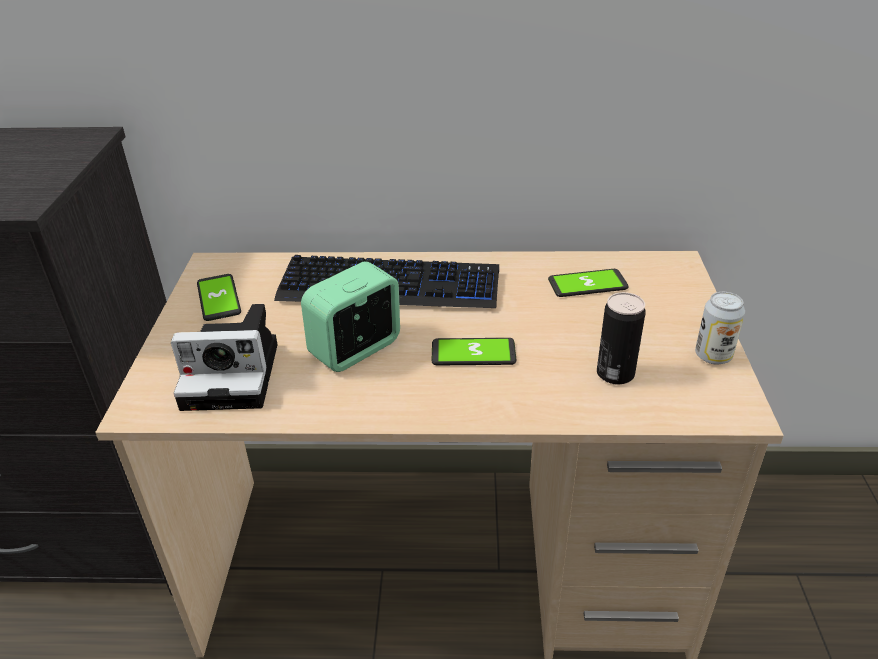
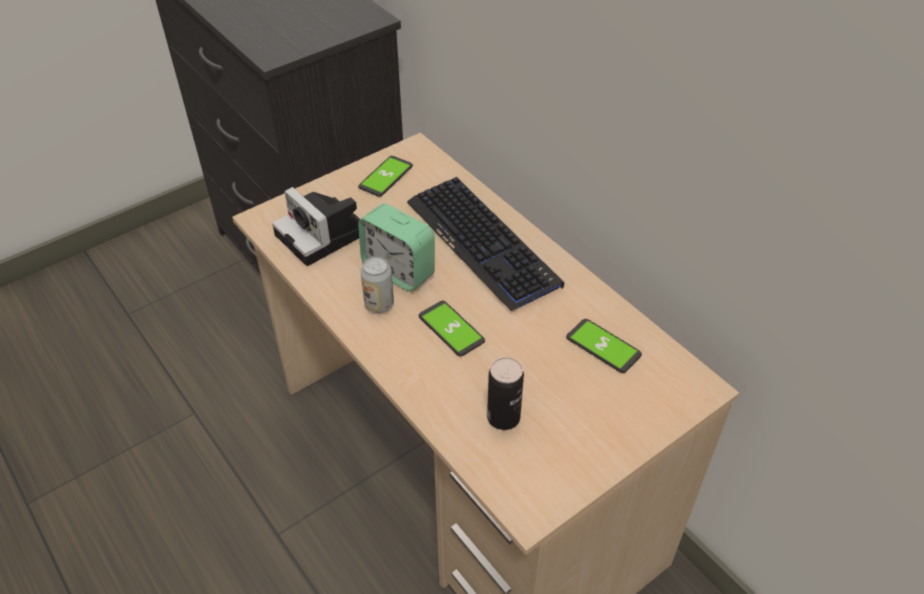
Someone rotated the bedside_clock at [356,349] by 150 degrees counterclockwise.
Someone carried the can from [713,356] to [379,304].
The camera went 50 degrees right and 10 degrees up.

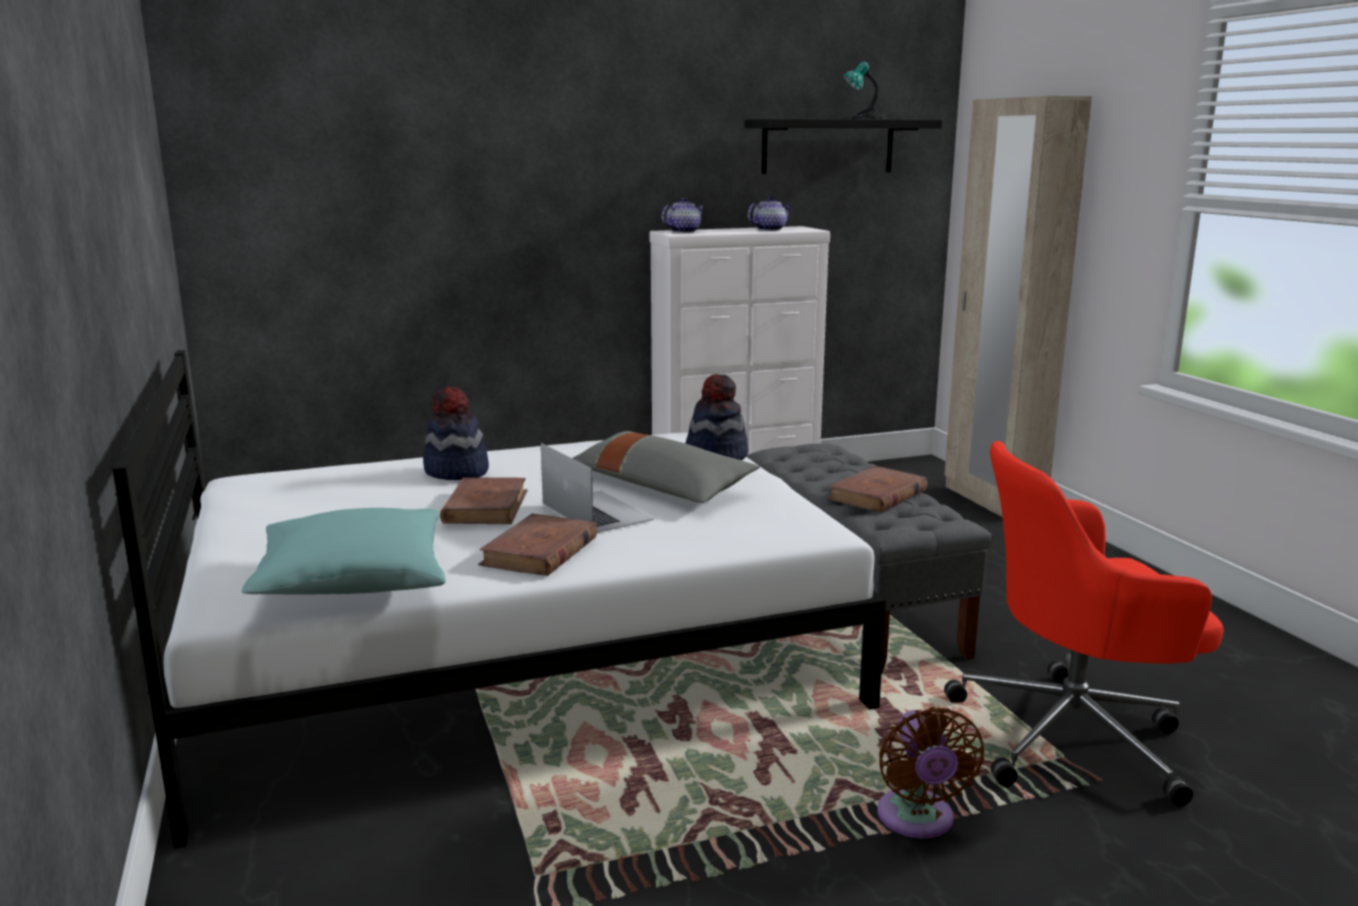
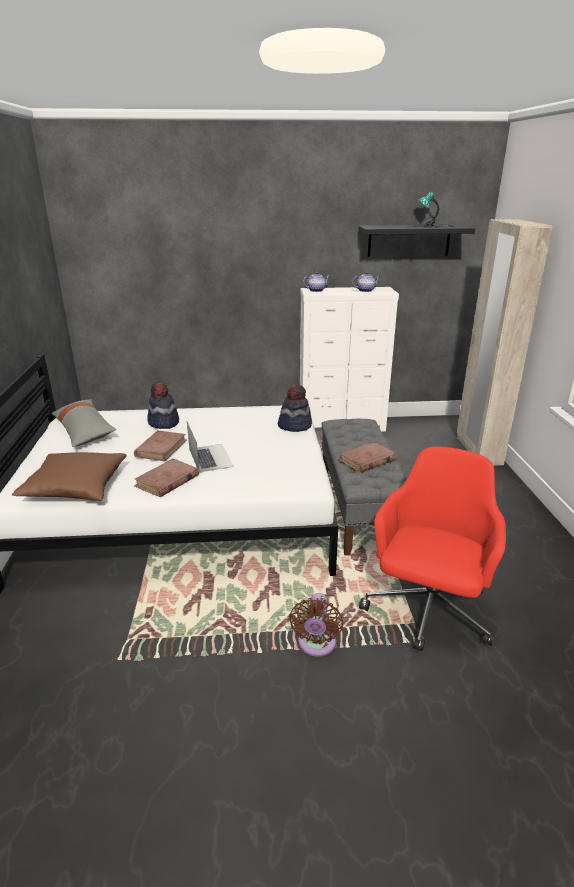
Someone repainted the turquoise_cushion at [353,581], which became the brownish_cushion at [76,488].
Someone carried the greyish_cushion from [661,485] to [84,431].
Someone rotated the reddish_computer_chair at [1074,736] by 105 degrees clockwise.
The camera went 15 degrees right and 10 degrees up.

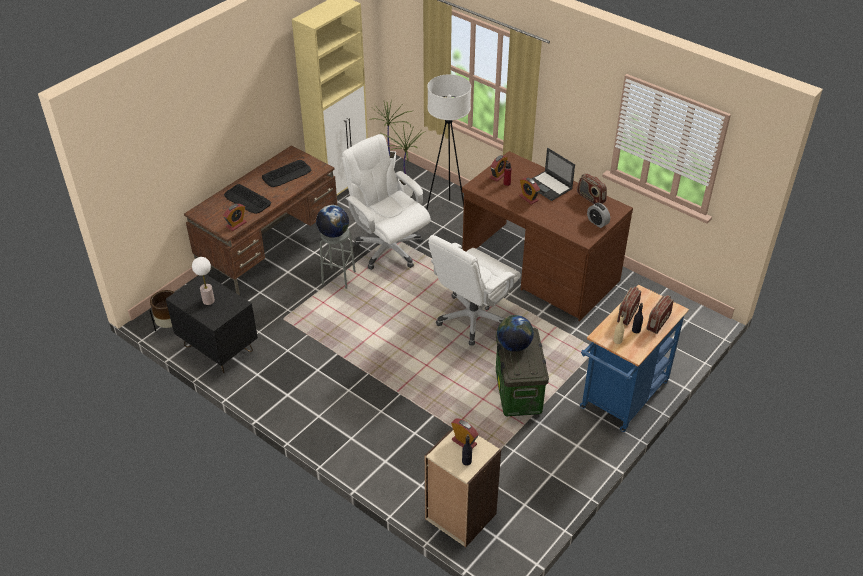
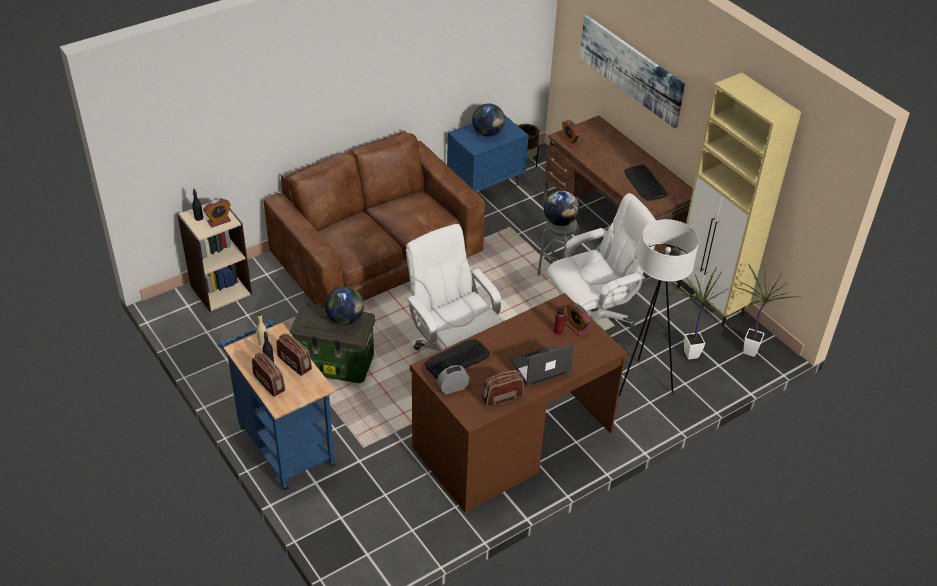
Someone repainted the blackish_night_table at [218,349], which became the bluish_night_table at [485,185].
Someone swapped the table_lamp at [208,300] for the desk_globe at [488,133].
Someone carried the computer_keyboard from [247,199] to [456,360].
Someone took away the bedside_clock at [528,198].
Someone put down the brownish_settee at [376,253].
Someone put up the wall_art at [630,69].
The camera went 105 degrees right and 0 degrees up.

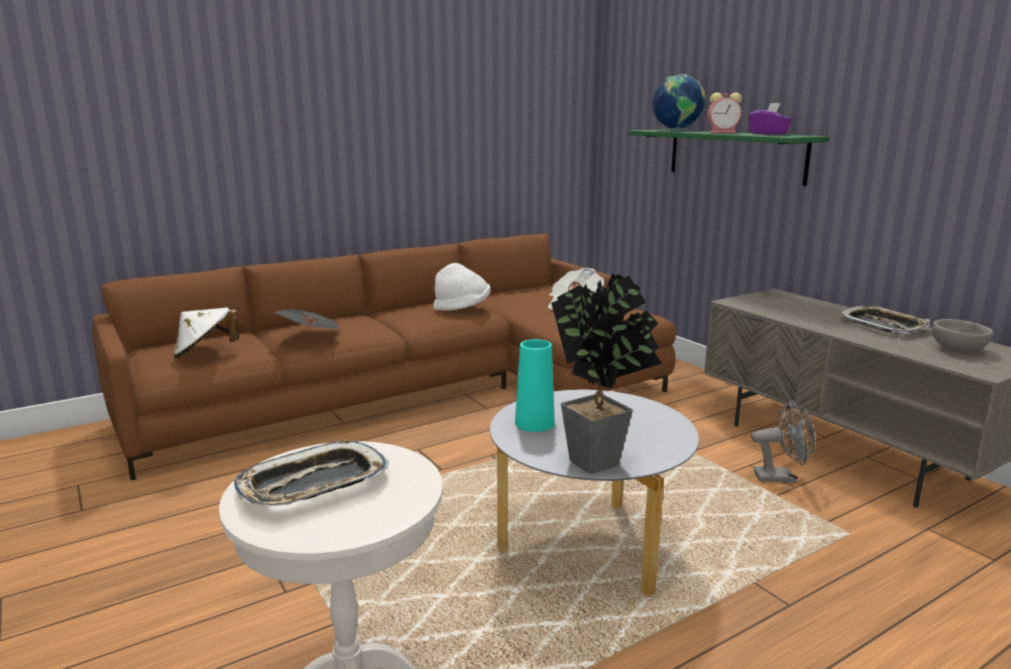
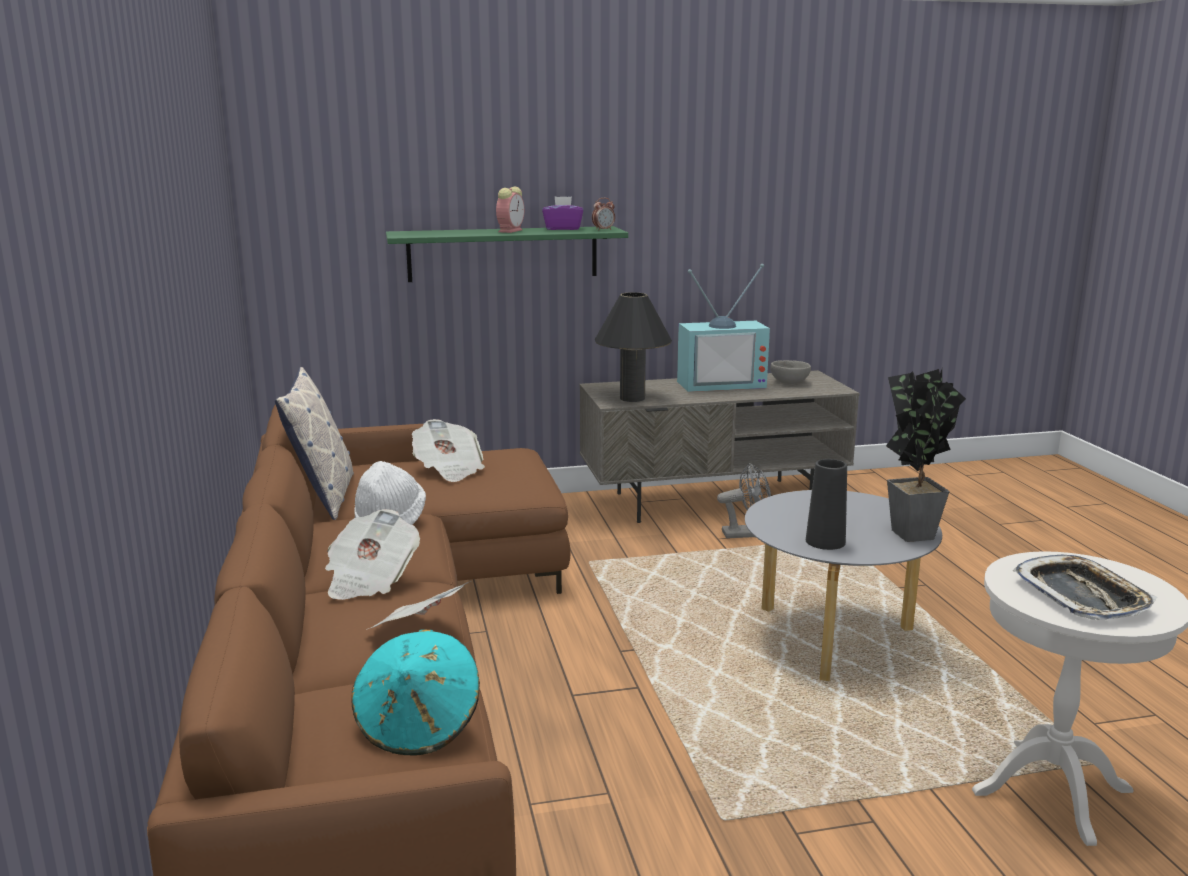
Someone repainted the white_clothing_hat at [205,353], which became the turquoise_clothing_hat at [419,726].
Someone repainted the turquoise_decorative_vase at [534,423], which became the blackish_decorative_vase at [825,541].
Someone took away the desk_globe at [677,130].
Someone rotated the greyish_cooling_fan at [781,477] by 60 degrees clockwise.
Someone swapped the serving_tray at [883,325] for the TV_set at [721,383].
Someone put down the cushion at [323,497].
Someone put down the printed_paper at [370,579].
Someone put down the bedside_clock at [603,230].
Someone put down the blackish_table_lamp at [632,398].
The camera went 70 degrees left and 0 degrees up.

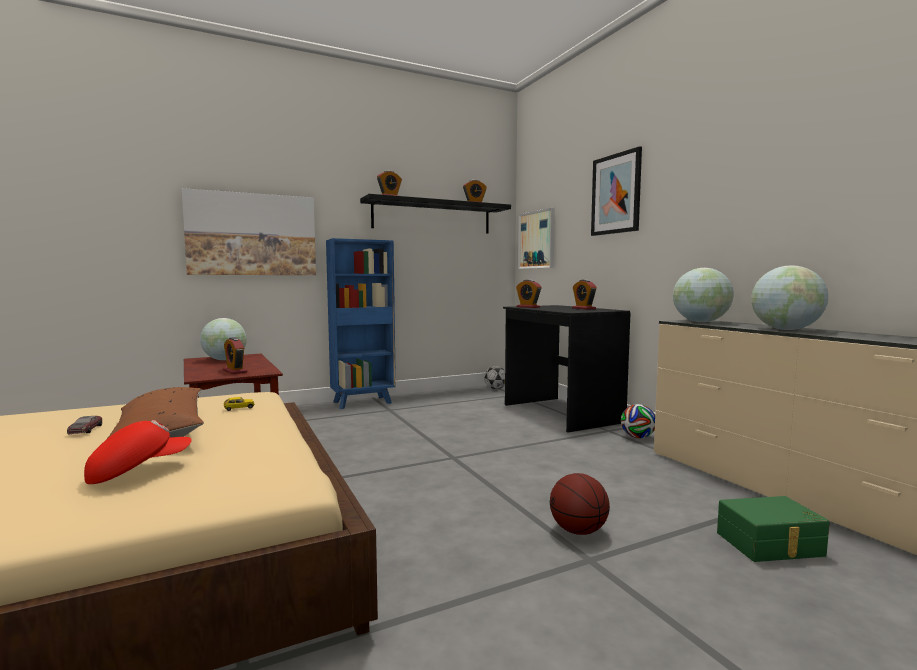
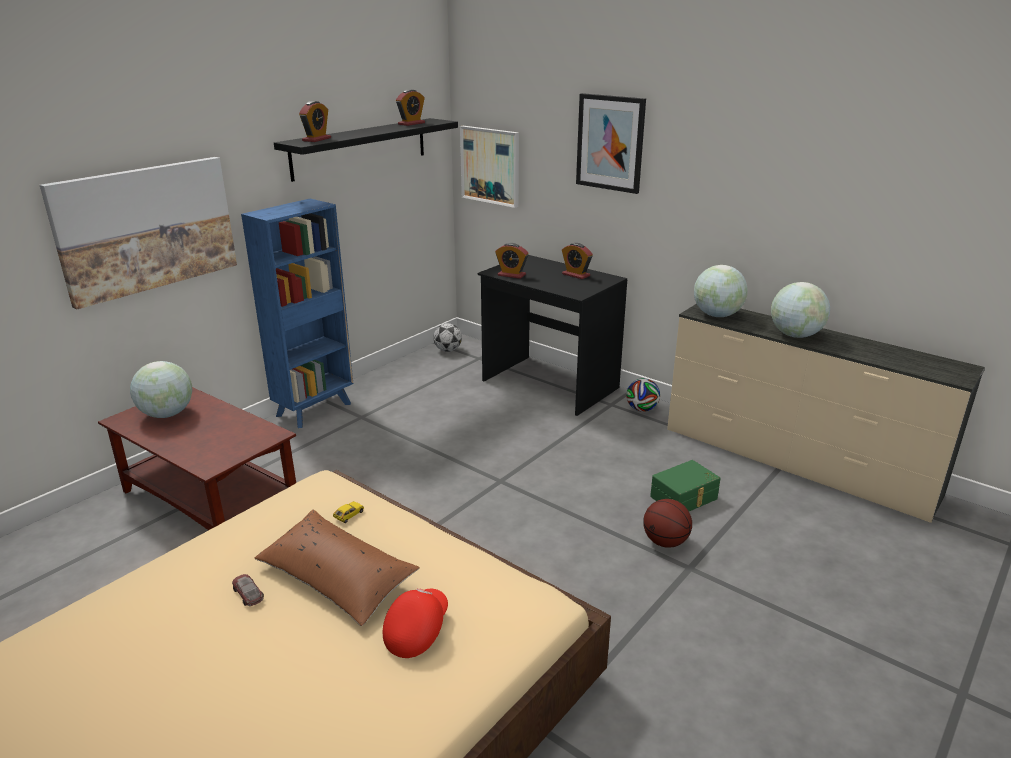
Someone took away the bedside_clock at [235,371].
Someone carried the green-coloured_storage_bin from [771,545] to [685,498].
The camera went 25 degrees left and 20 degrees up.

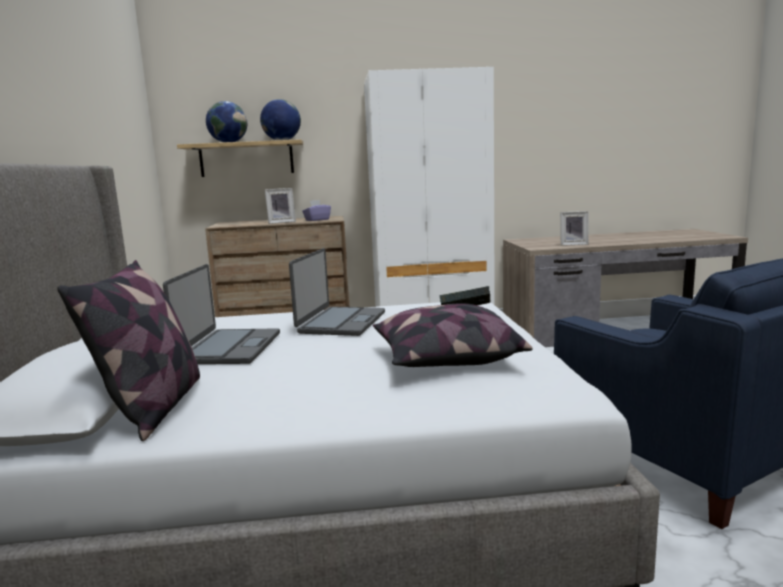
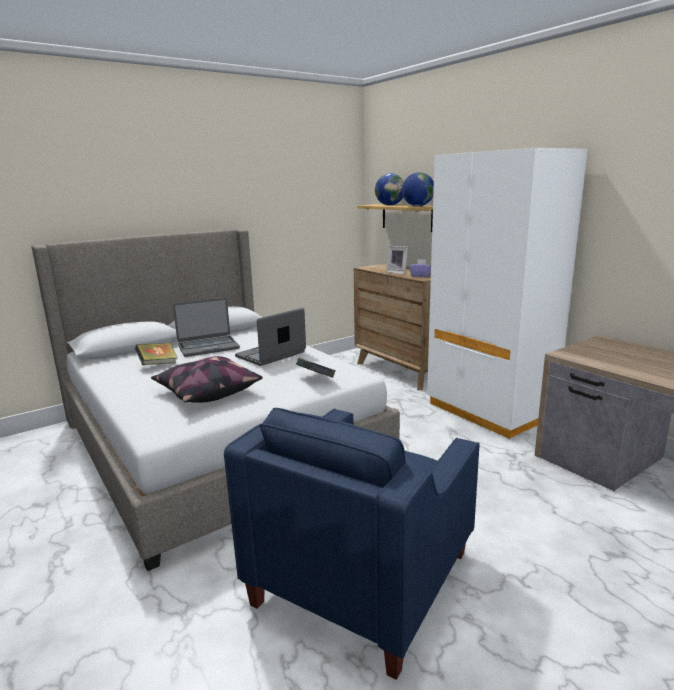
Someone took away the cushion at [154,407].
Someone rotated the laptop at [341,322] by 150 degrees clockwise.
Someone took away the picture_frame at [573,244].
Someone put down the bound_book at [158,364].
The camera went 60 degrees right and 5 degrees up.

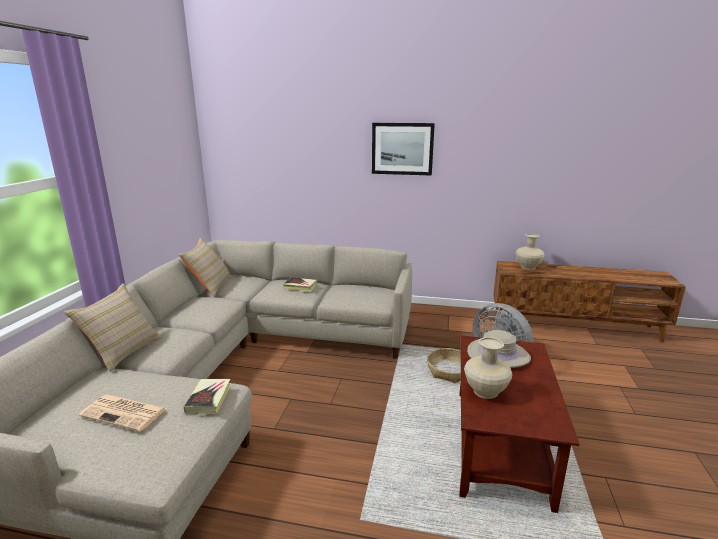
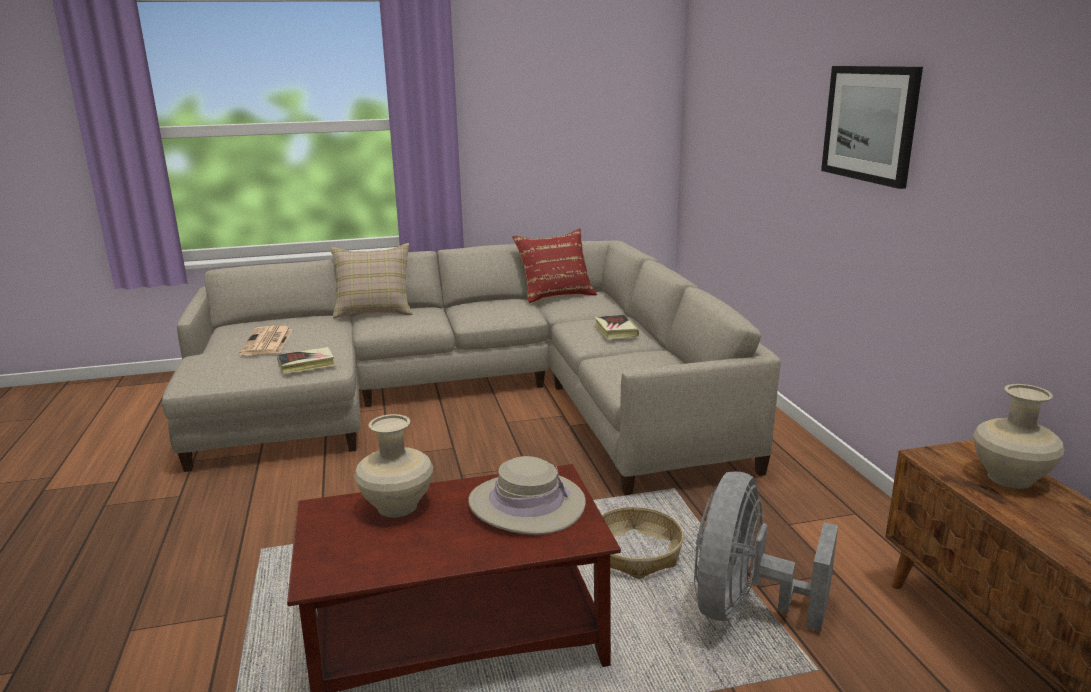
Someone repainted the sand-coloured_cushion at [210,286], which became the reddish_cushion at [555,294].
The camera went 65 degrees right and 0 degrees up.

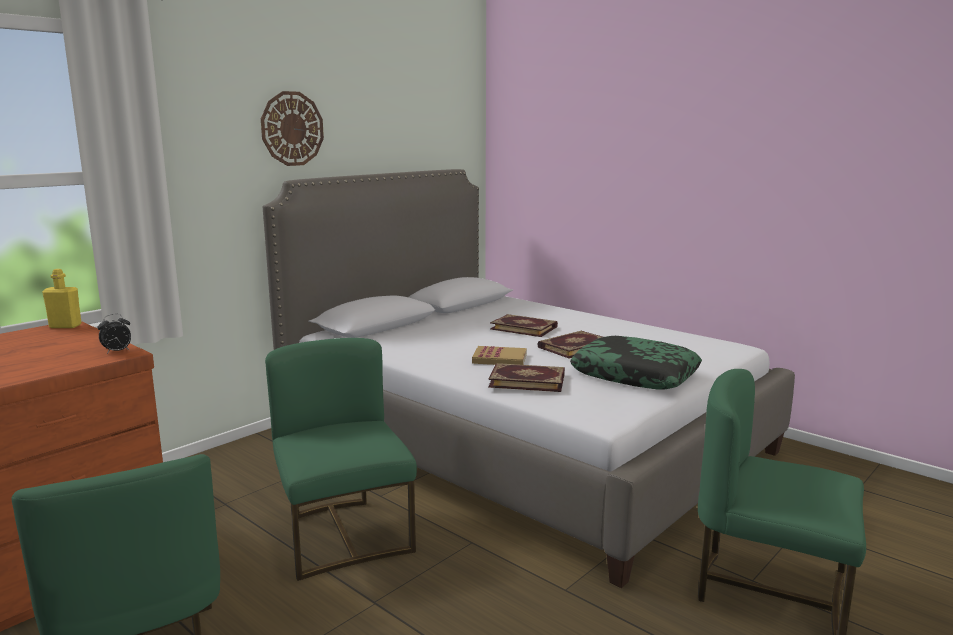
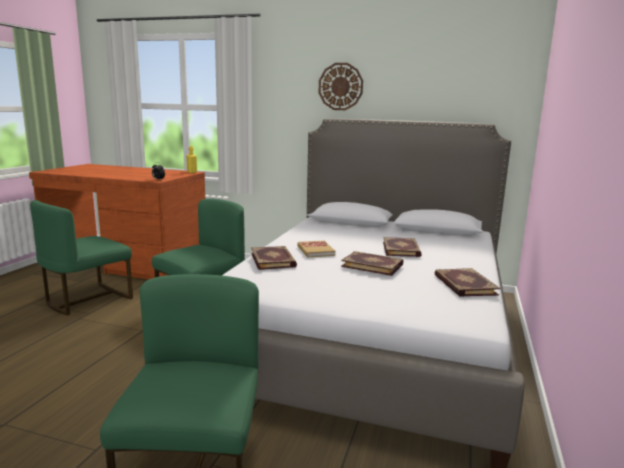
Someone took away the cushion at [634,375].
Someone put down the bound_book at [464,285].
The camera went 65 degrees right and 0 degrees up.

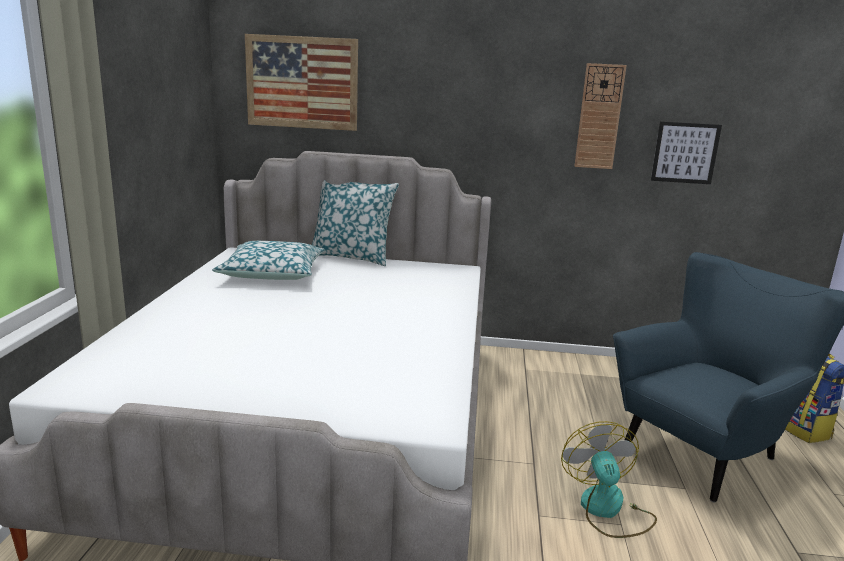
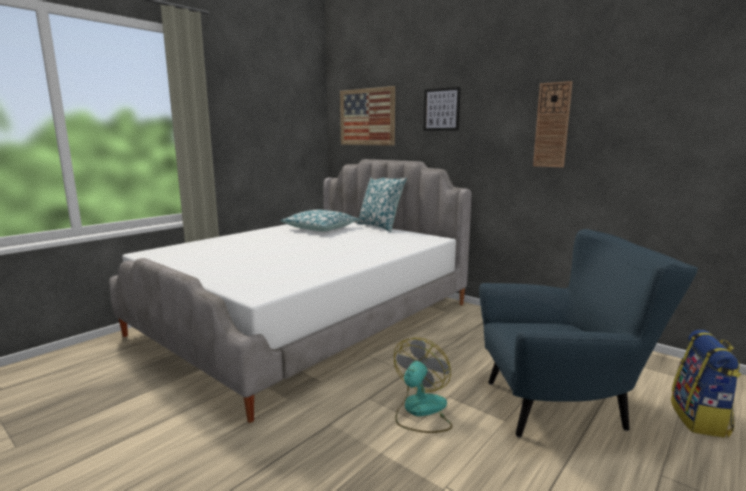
Someone carried the wall_art from [685,153] to [441,109].
The camera went 35 degrees right and 5 degrees down.

